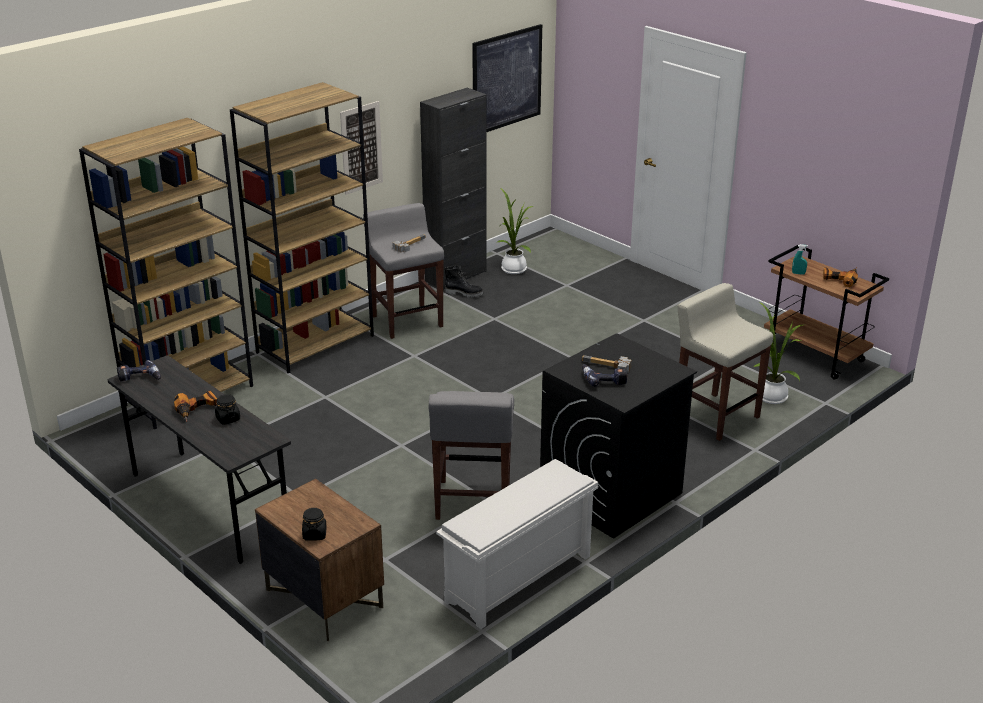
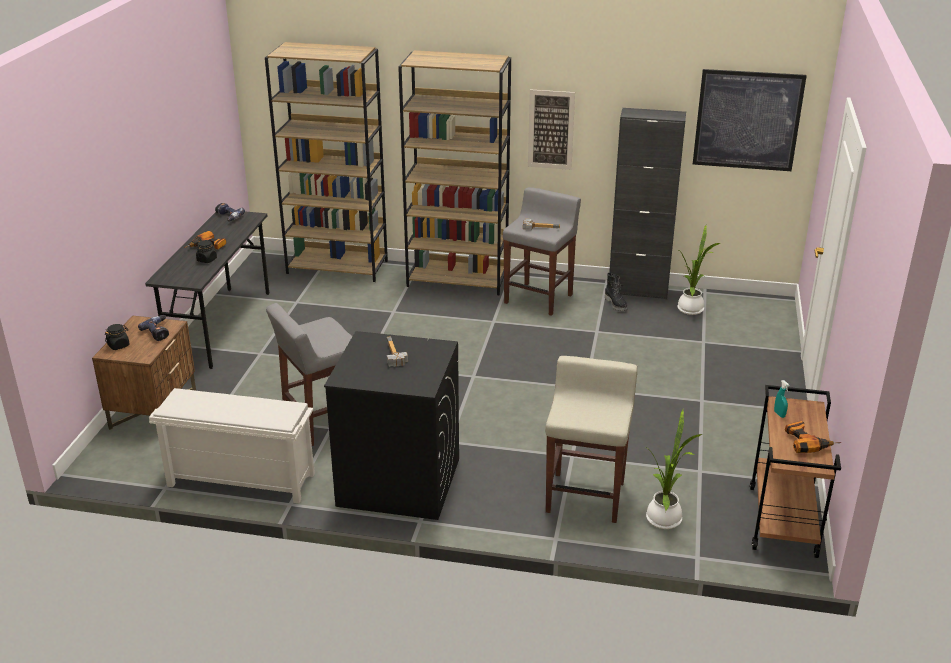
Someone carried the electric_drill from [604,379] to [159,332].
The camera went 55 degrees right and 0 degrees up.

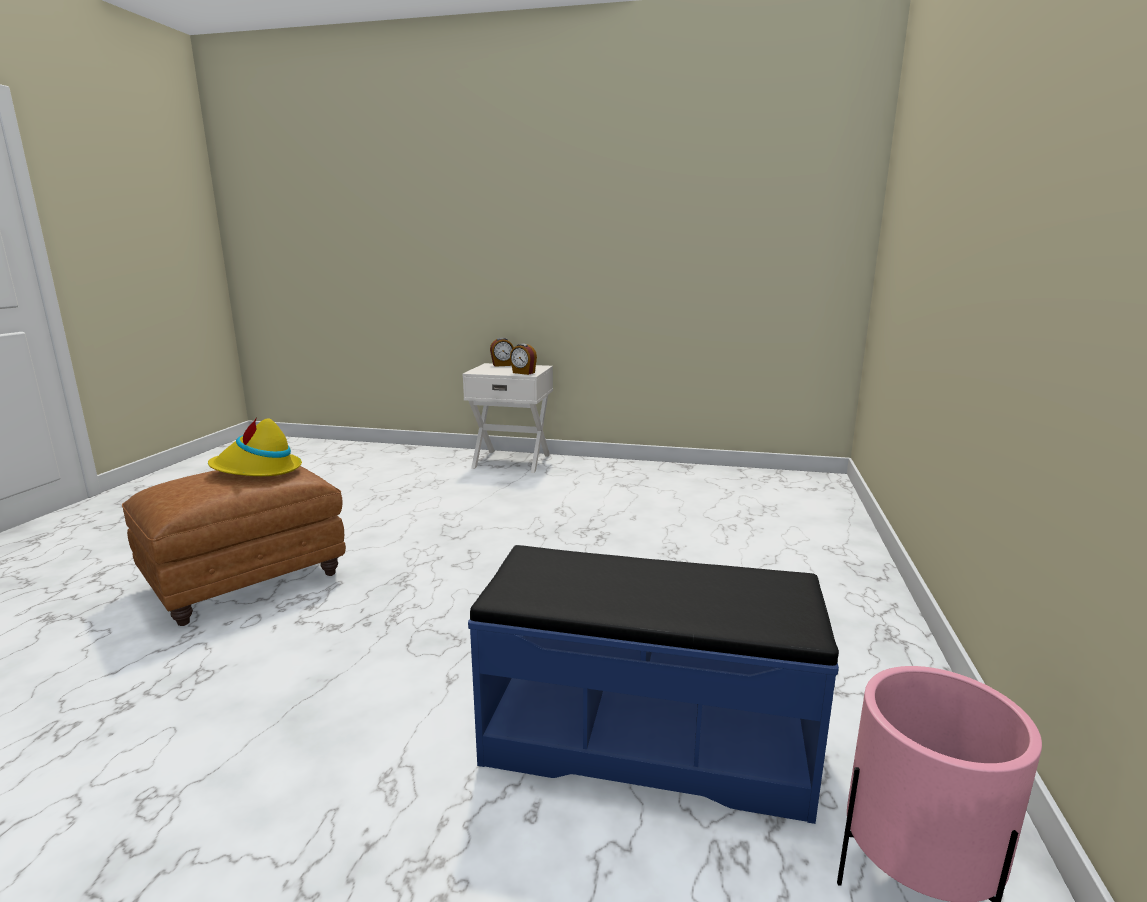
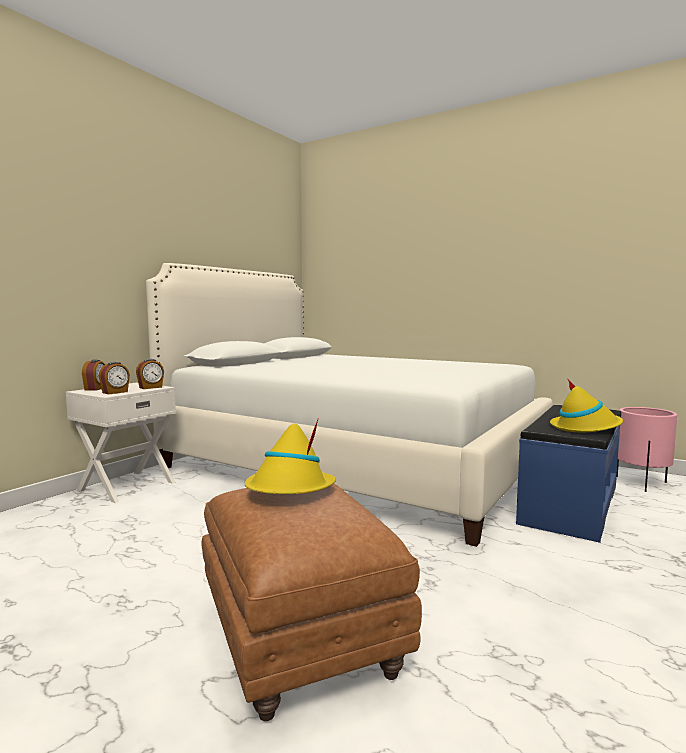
Someone put down the bedside_clock at [115,392].
Someone put down the white_bed at [355,464].
Someone put down the yellow-coloured_clothing_hat at [585,428].
The camera went 70 degrees left and 10 degrees down.

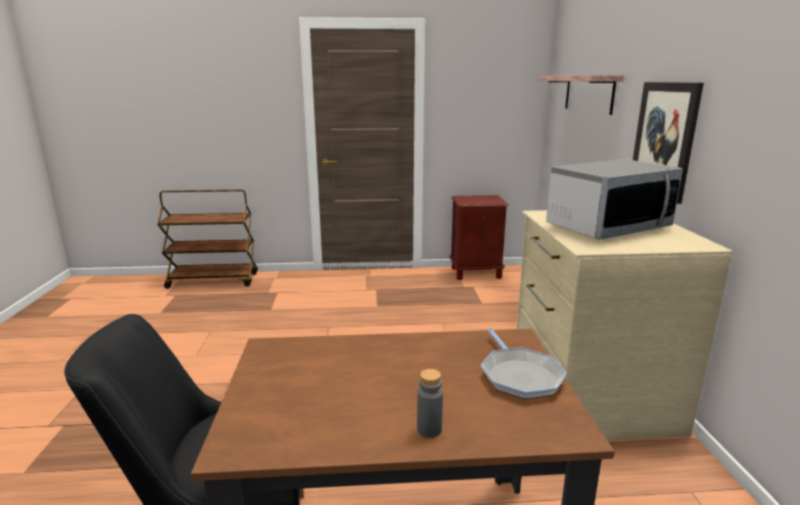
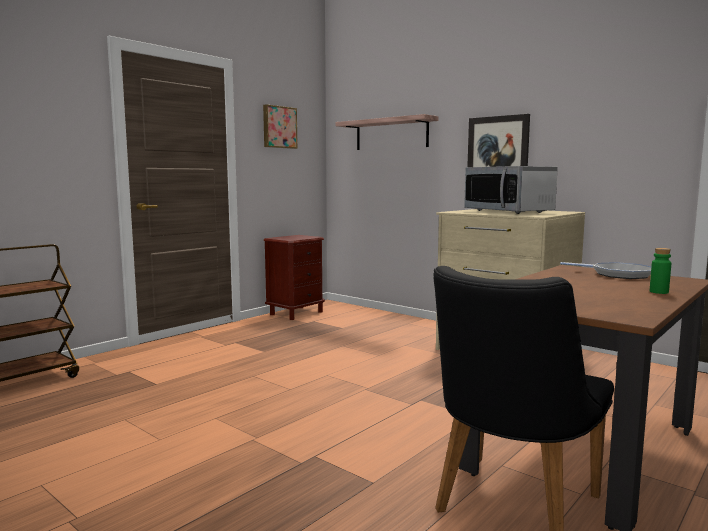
Someone repainted the greyish_drink_bottle at [429,429], which became the green-coloured_drink_bottle at [659,292].
Someone rotated the kitchen_microwave at [607,227] by 135 degrees clockwise.
Someone put up the wall_art at [279,127].
The camera went 45 degrees left and 10 degrees down.

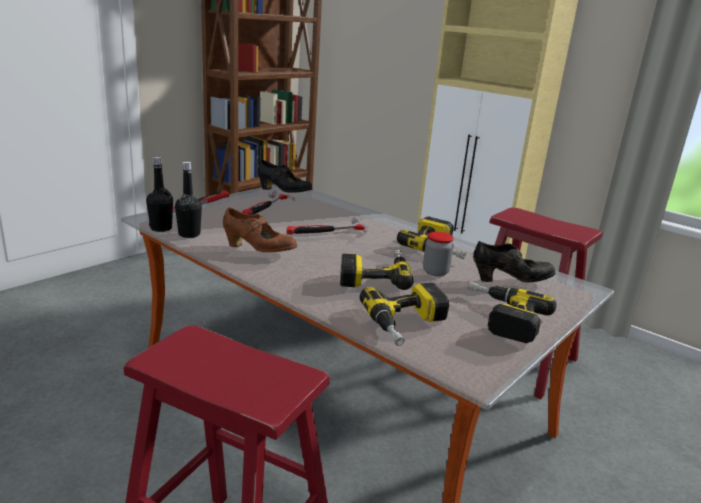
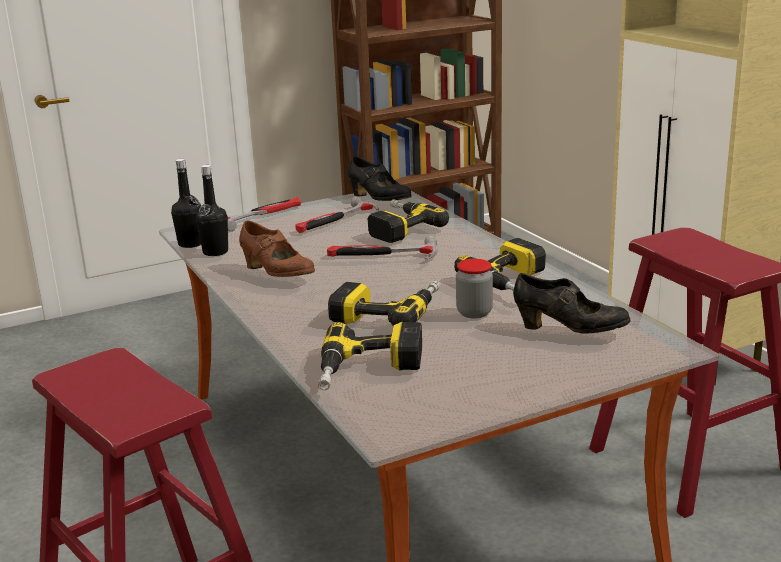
Someone carried the electric_drill from [501,318] to [398,228].
The camera went 25 degrees right and 0 degrees up.

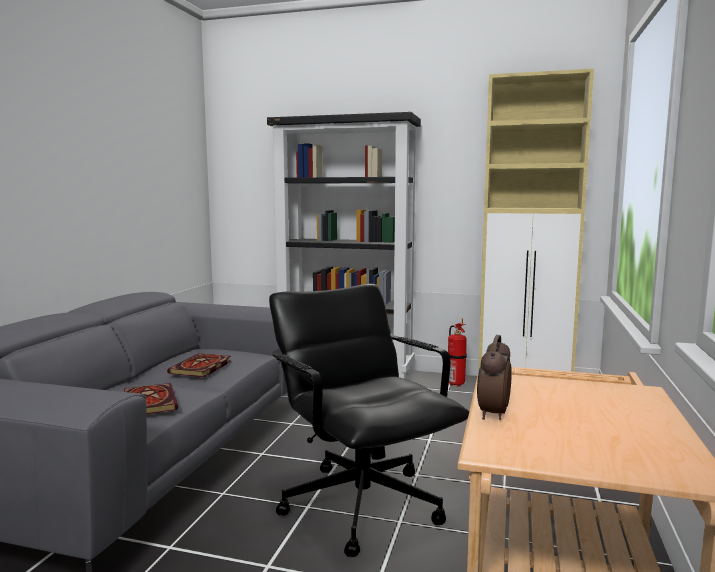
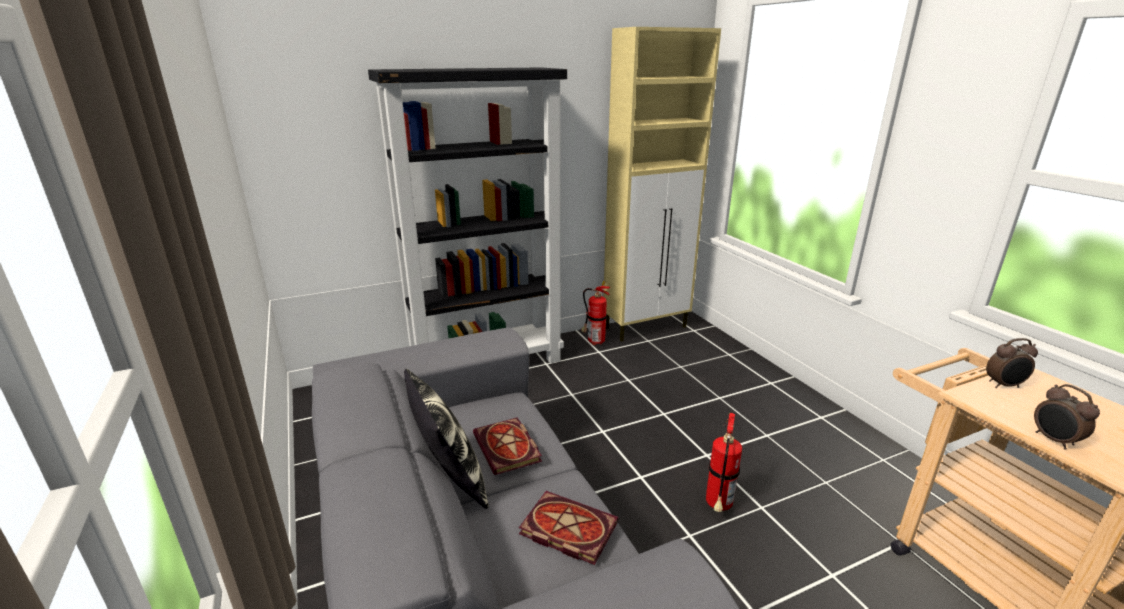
Someone swapped the blackish_computer_chair at [362,504] for the fire_extinguisher at [718,507].
Someone put down the cushion at [450,479].
Someone put down the bedside_clock at [1004,385].
The camera went 40 degrees left and 15 degrees up.

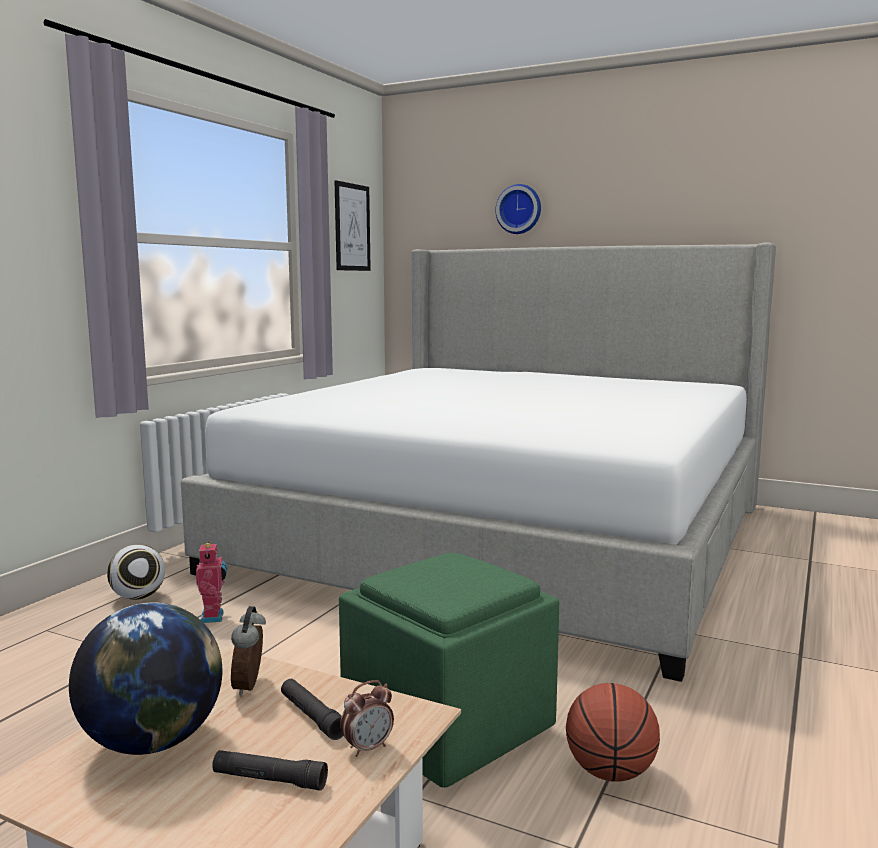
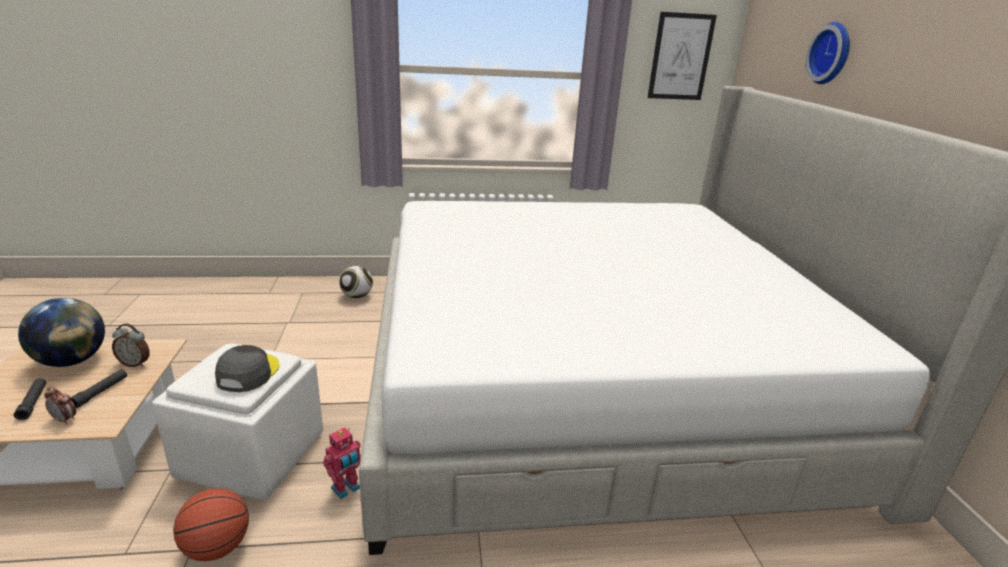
Someone carried the toy_robot from [214,617] to [346,489].
Someone rotated the bedside_clock at [251,686] by 135 degrees counterclockwise.
Someone repainted the green-coloured_pouffe at [448,729], which became the white_pouffe at [250,456].
Someone put down the greyish_baseball_cap at [248,373].
The camera went 55 degrees right and 15 degrees up.

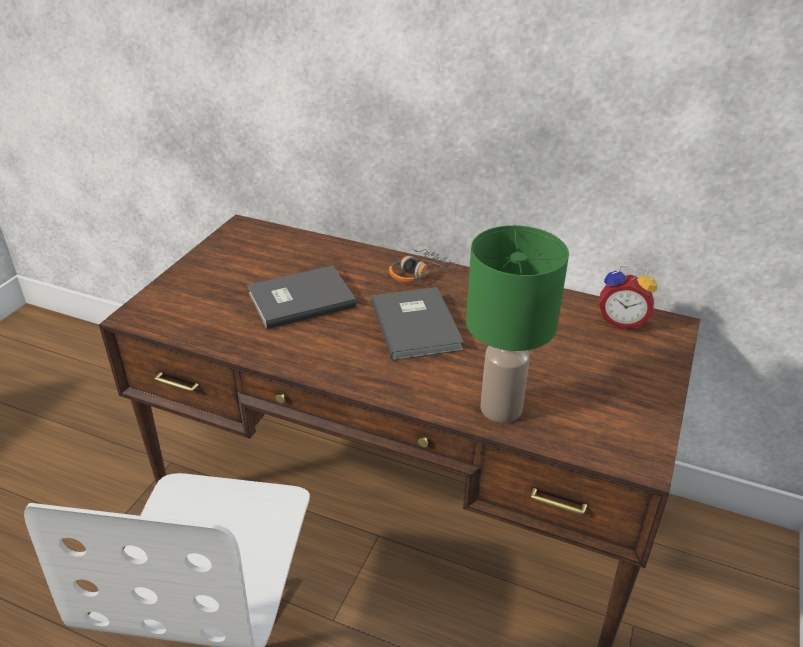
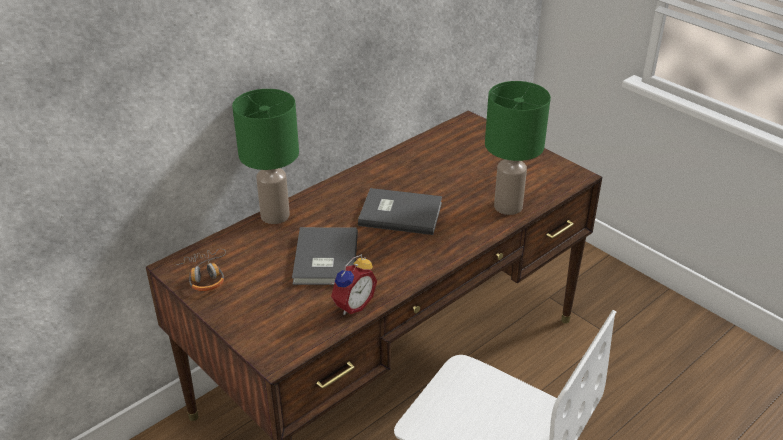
Someone carried the headphones from [418,273] to [206,276].
Someone carried the bedside_clock from [621,321] to [352,304].
Someone put down the green-coloured_table_lamp at [274,215].
The camera went 65 degrees left and 0 degrees up.

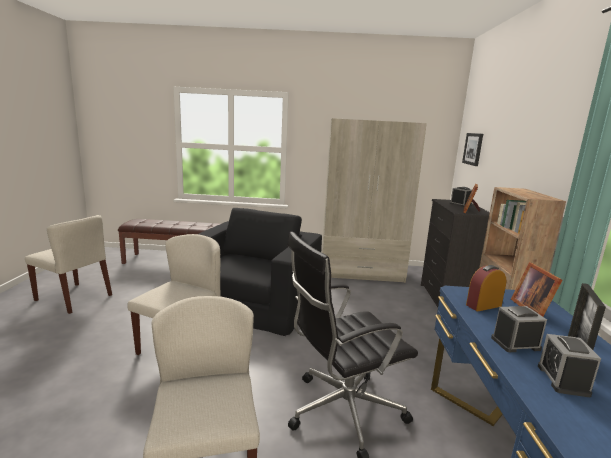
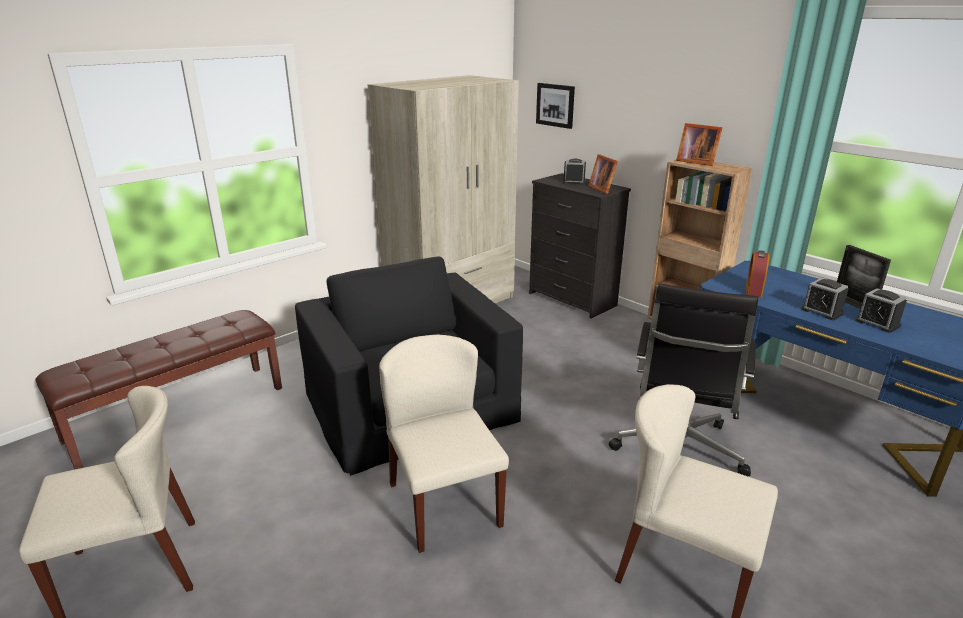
Someone rotated the bedside_clock at [515,343] by 75 degrees counterclockwise.
Someone carried the picture_frame from [532,309] to [695,162].
The camera went 45 degrees left and 10 degrees up.

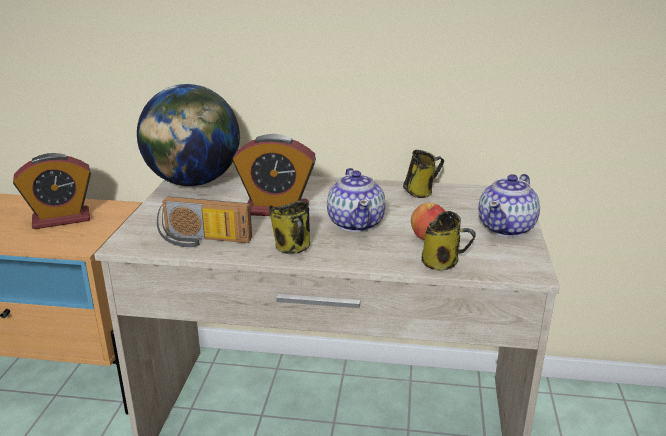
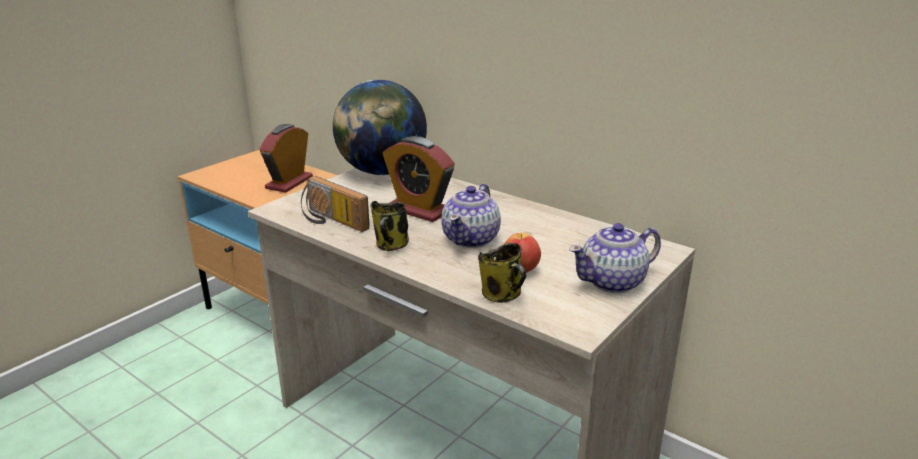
Someone rotated the bedside_clock at [61,219] by 105 degrees clockwise.
Someone took away the tea_mug at [420,192].
The camera went 30 degrees right and 0 degrees up.

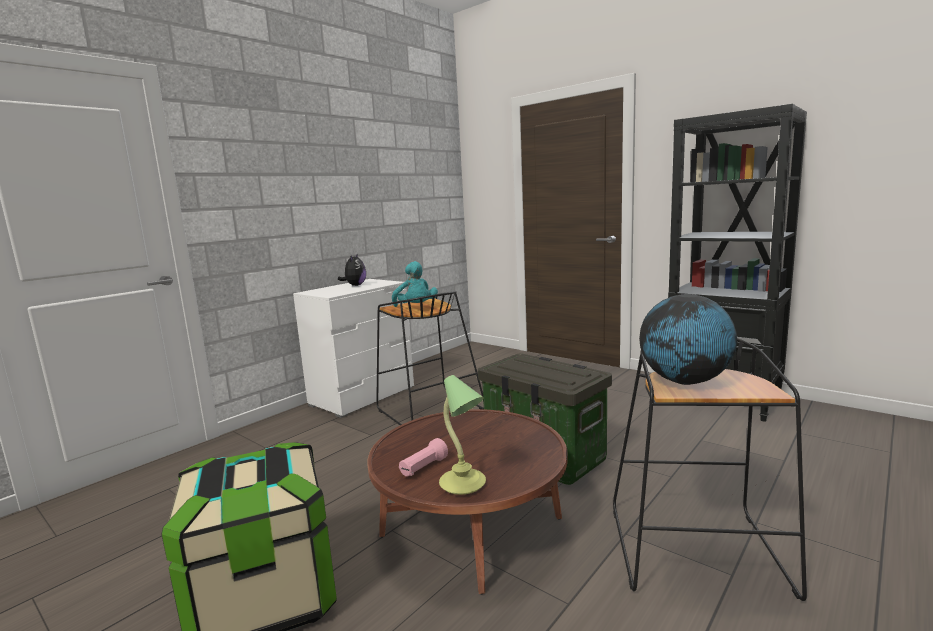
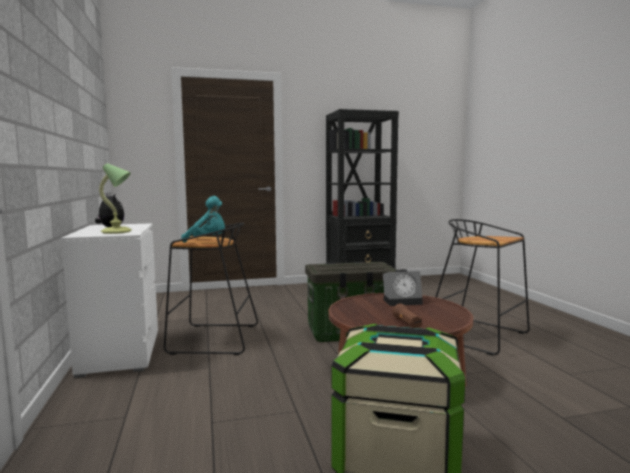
Someone repainted the pinkish_torch at [423,468], which became the brownish_torch at [407,324].
Someone carried the table_lamp from [463,484] to [117,232].
Someone took away the desk_globe at [684,381].
Someone put down the bedside_clock at [403,301].
The camera went 55 degrees left and 5 degrees down.

